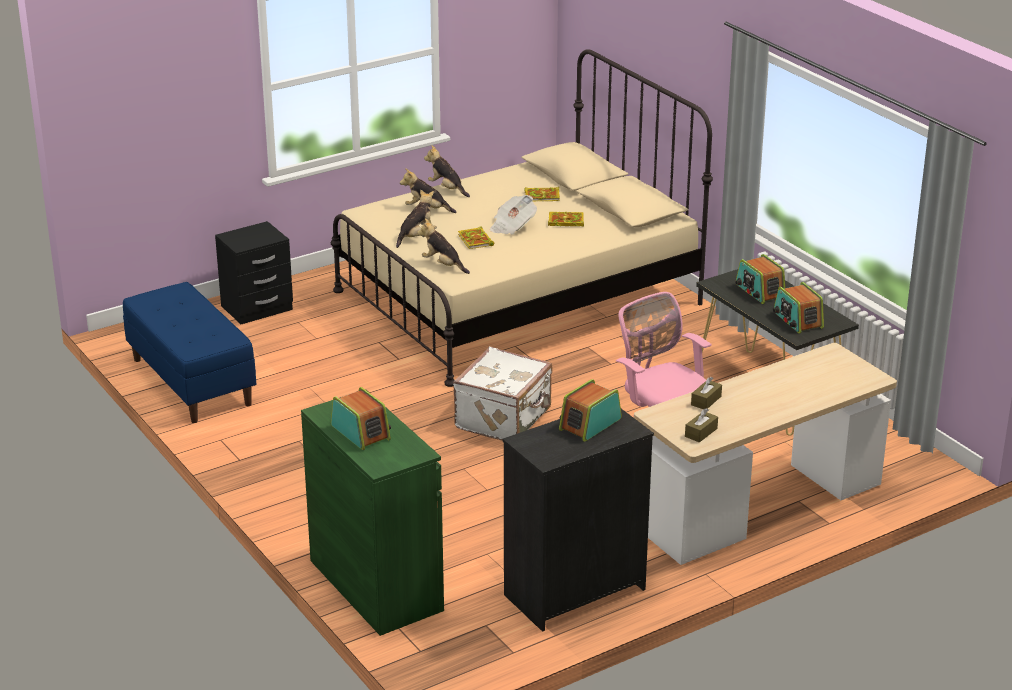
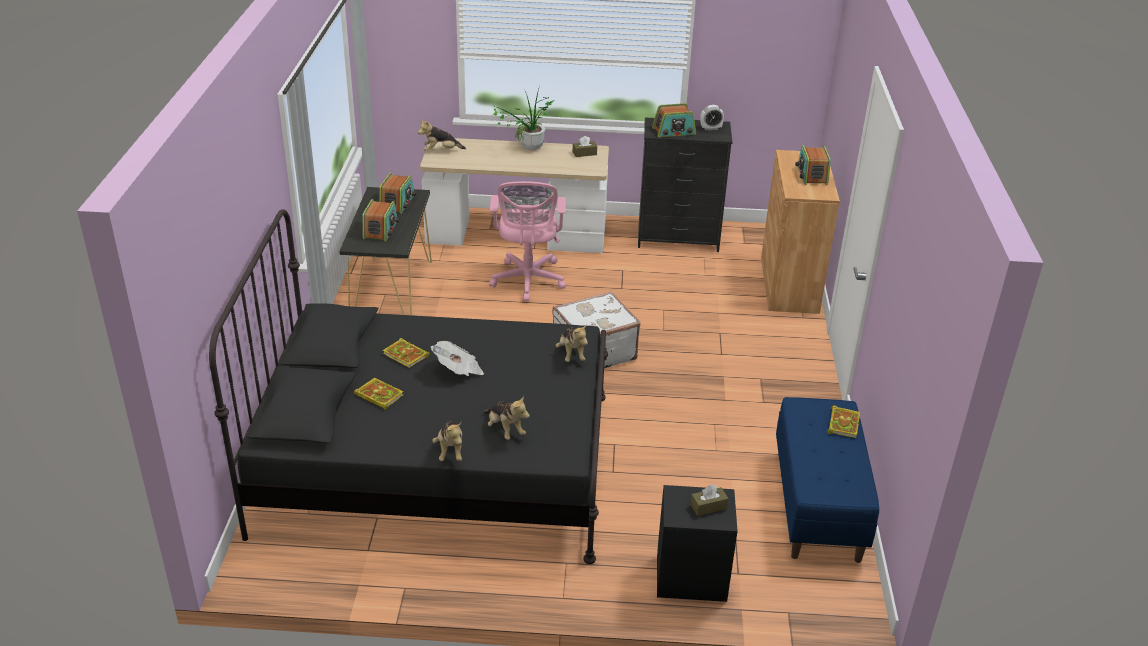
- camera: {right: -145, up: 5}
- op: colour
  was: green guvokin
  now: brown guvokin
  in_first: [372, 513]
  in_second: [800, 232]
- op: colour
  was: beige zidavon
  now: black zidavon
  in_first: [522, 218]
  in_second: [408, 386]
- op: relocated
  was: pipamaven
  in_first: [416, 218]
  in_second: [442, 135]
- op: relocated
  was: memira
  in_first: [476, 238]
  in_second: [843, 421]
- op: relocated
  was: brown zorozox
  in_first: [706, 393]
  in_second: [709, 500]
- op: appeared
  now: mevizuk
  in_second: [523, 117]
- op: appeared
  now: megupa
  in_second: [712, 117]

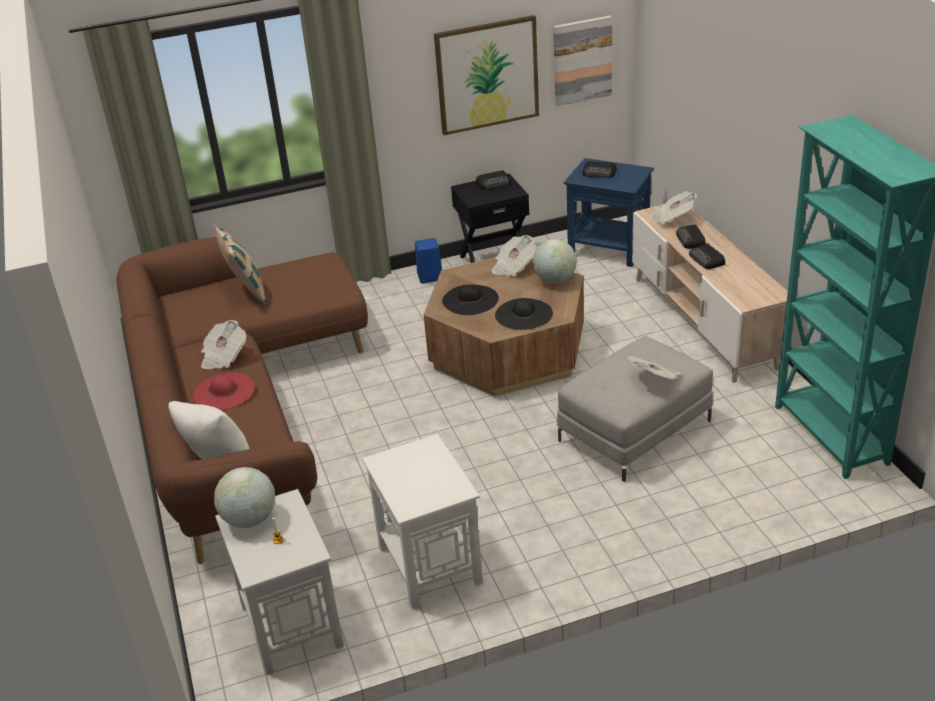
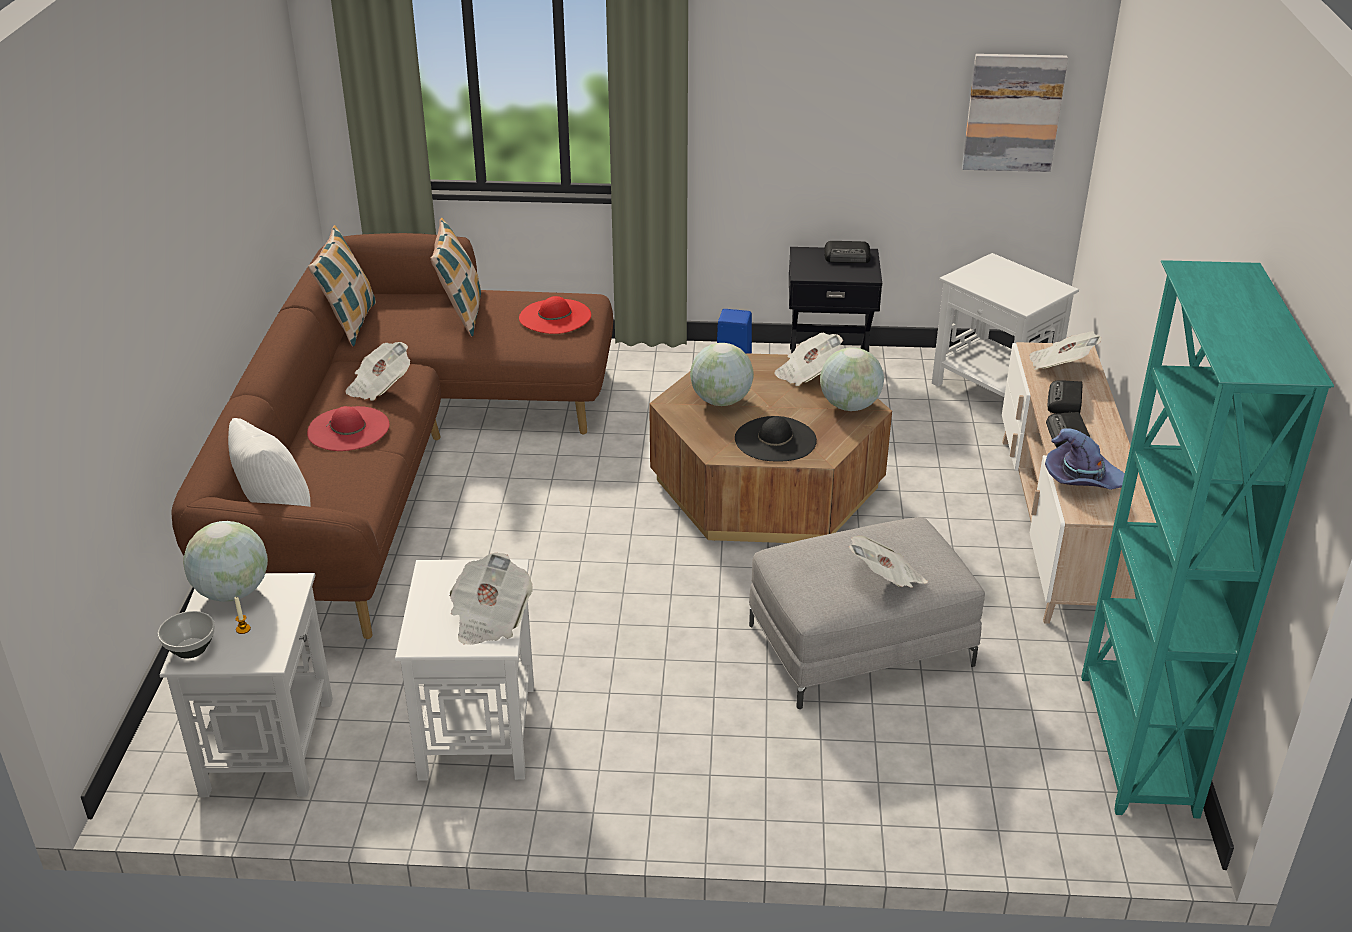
- camera: {right: 20, up: 0}
- op: missing
  was: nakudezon
  in_first: [486, 75]
- op: exchanged
  was: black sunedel
  now: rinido
  in_first: [470, 299]
  in_second: [722, 374]
- op: colour
  was: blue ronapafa
  now: white ronapafa
  in_first: [609, 212]
  in_second: [1005, 336]
- op: missing
  was: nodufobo
  in_first: [600, 169]
- op: appeared
  now: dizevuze
  in_second: [186, 635]
- op: appeared
  now: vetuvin
  in_second: [342, 286]
- op: appeared
  now: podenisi
  in_second: [491, 599]
- op: appeared
  now: red sunedel
  in_second: [555, 315]
- op: appeared
  now: purple sunedel
  in_second: [1085, 459]

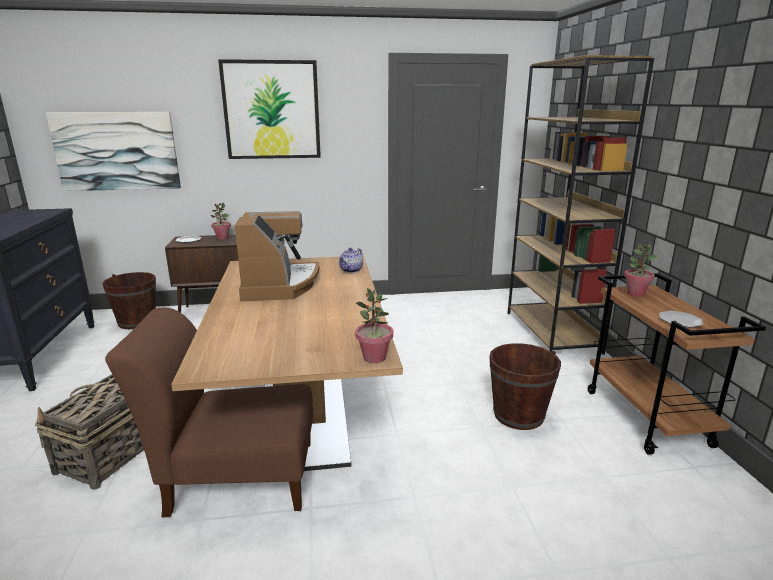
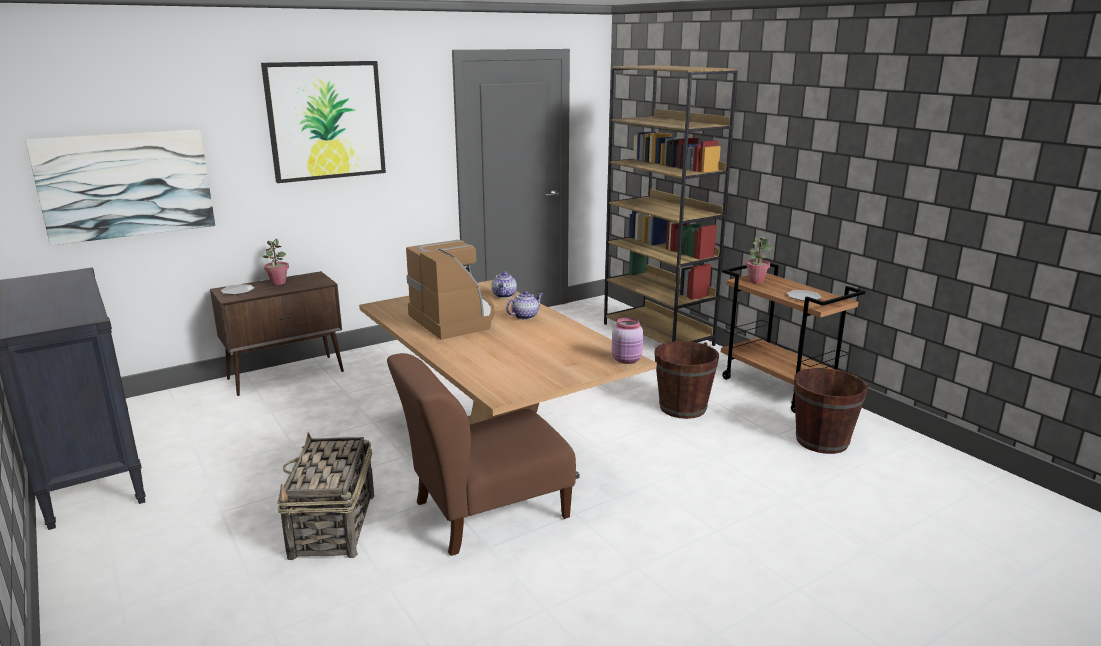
- camera: {right: -25, up: 0}
- op: relocated
  was: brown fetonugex
  in_first: [129, 300]
  in_second: [831, 411]
- op: exchanged
  was: mevizuk
  now: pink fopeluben
  in_first: [374, 325]
  in_second: [627, 341]
- op: appeared
  now: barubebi
  in_second: [524, 305]

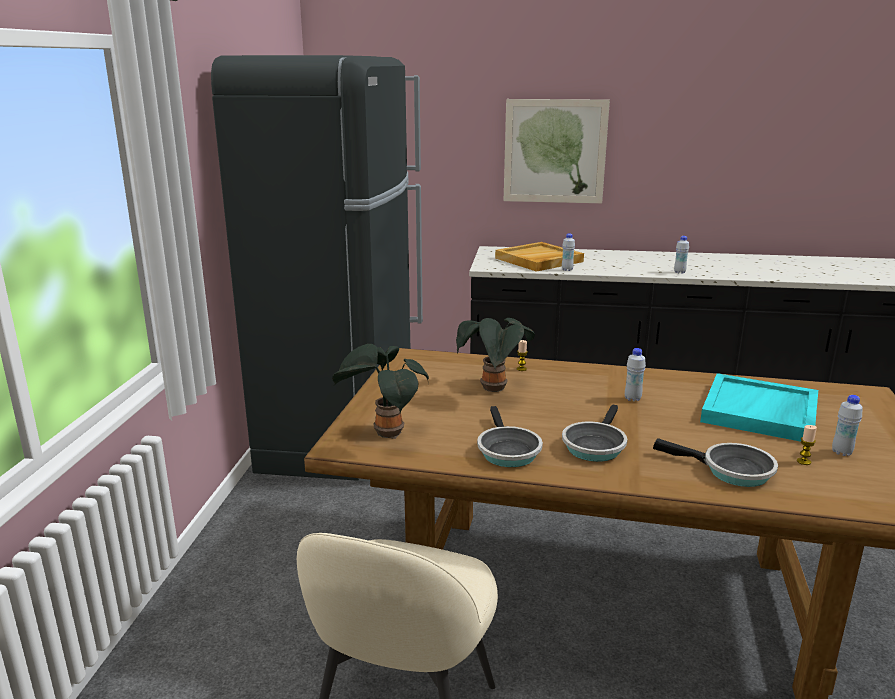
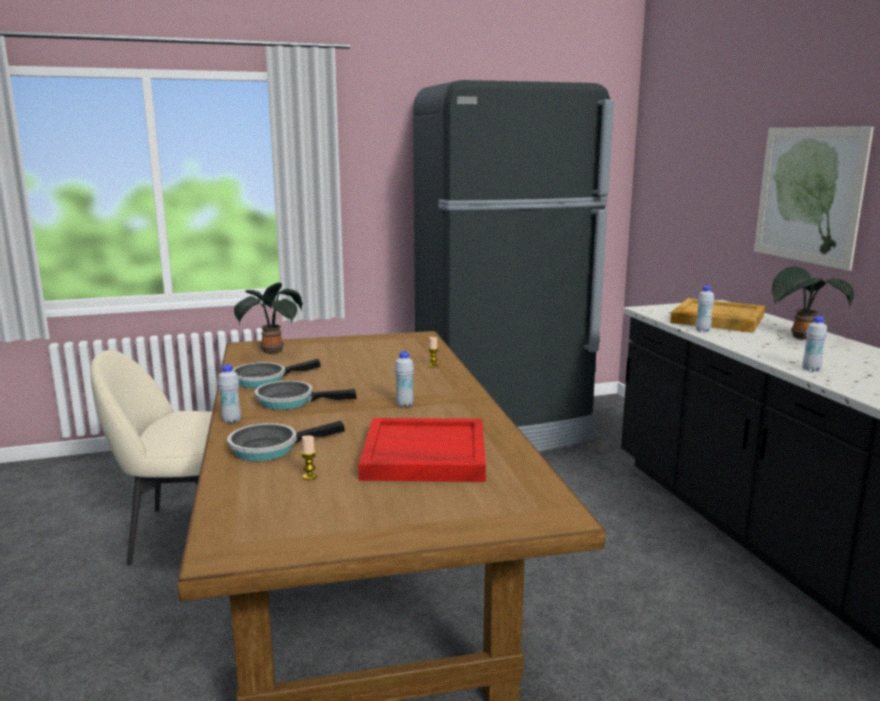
- camera: {right: 65, up: -5}
- op: relocated
  was: mevizuk
  in_first: [495, 355]
  in_second: [812, 303]
- op: spun
  was: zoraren
  in_first: [715, 462]
  in_second: [286, 440]
  clockwise: 60
- op: colour
  was: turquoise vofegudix
  now: red vofegudix
  in_first: [759, 407]
  in_second: [422, 450]
- op: relocated
  was: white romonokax
  in_first: [847, 425]
  in_second: [229, 394]

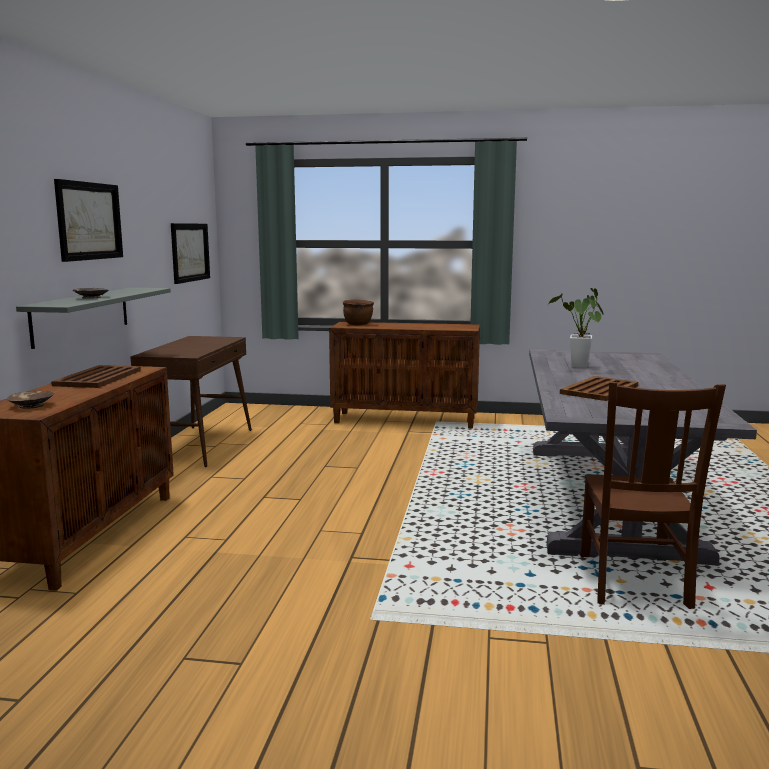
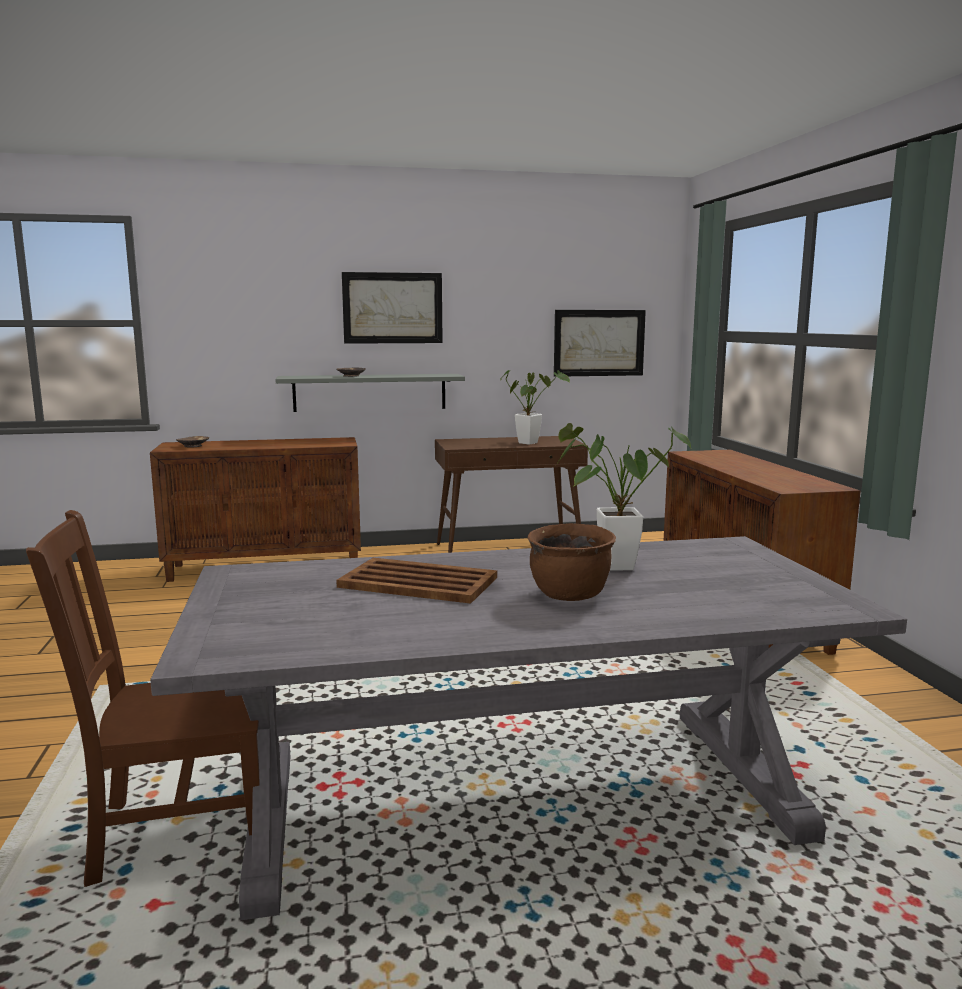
- camera: {right: 70, up: 0}
- op: missing
  was: brown vofegudix
  in_first: [96, 376]
- op: relocated
  was: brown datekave
  in_first: [358, 312]
  in_second: [572, 562]
- op: appeared
  now: mevizuk
  in_second: [535, 407]

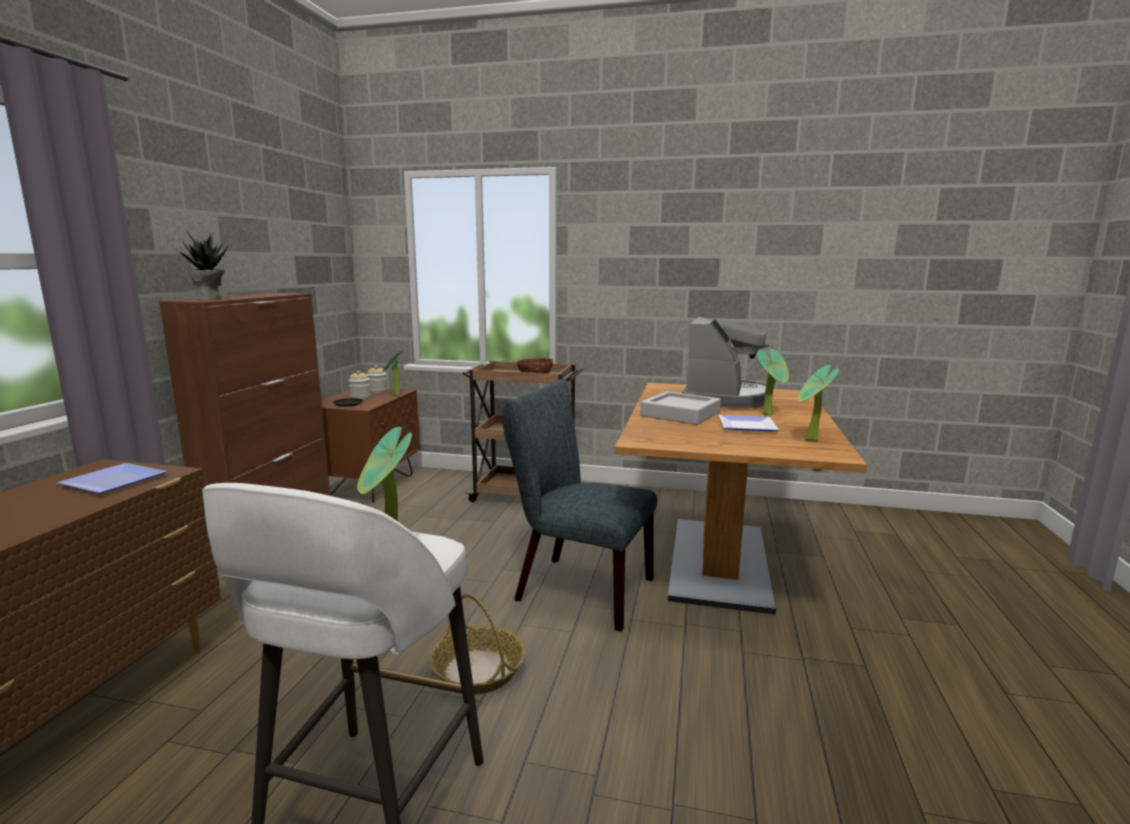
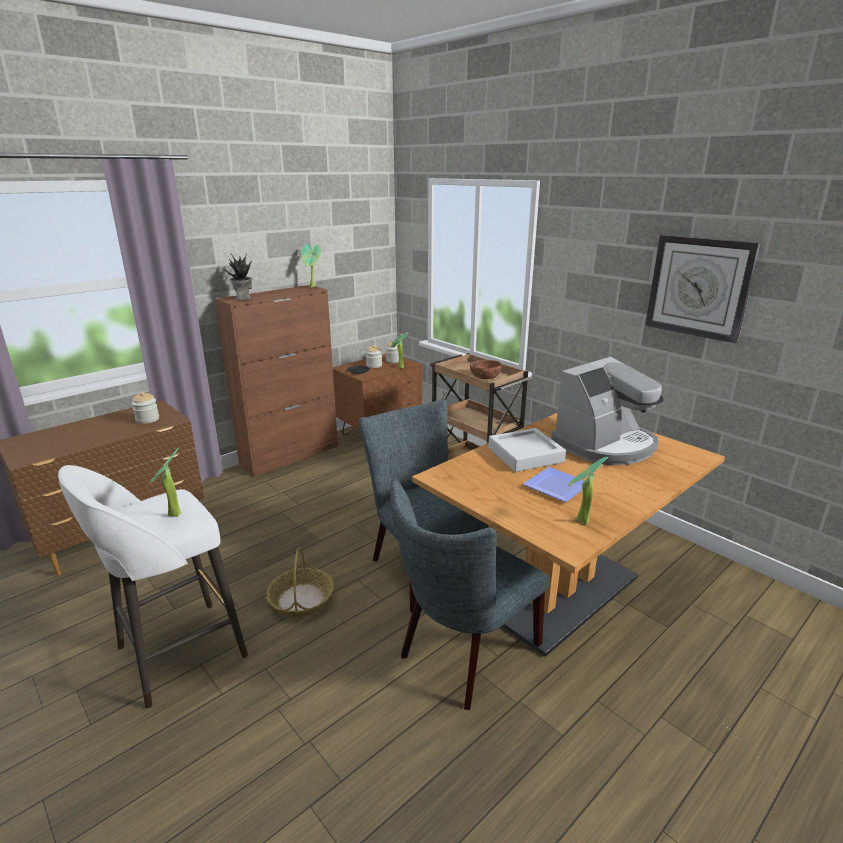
- camera: {right: 35, up: 10}
- op: exchanged
  was: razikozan
  now: fopeluben
  in_first: [112, 478]
  in_second: [145, 408]
- op: relocated
  was: mevizuk
  in_first: [773, 382]
  in_second: [311, 266]
- op: appeared
  now: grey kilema
  in_second: [469, 594]
- op: appeared
  now: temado
  in_second: [703, 289]

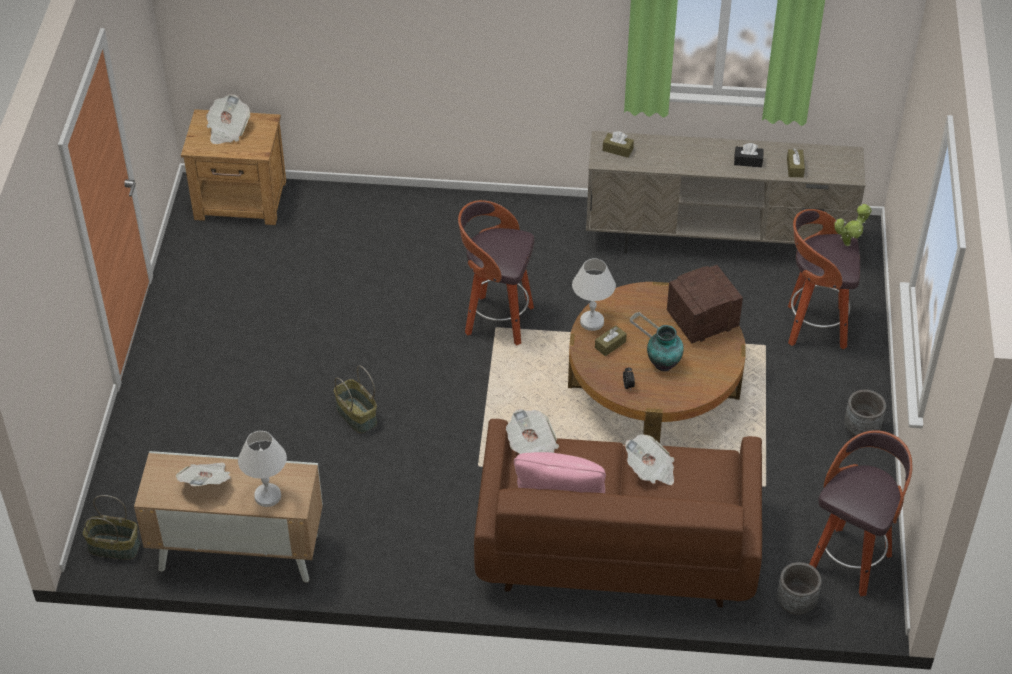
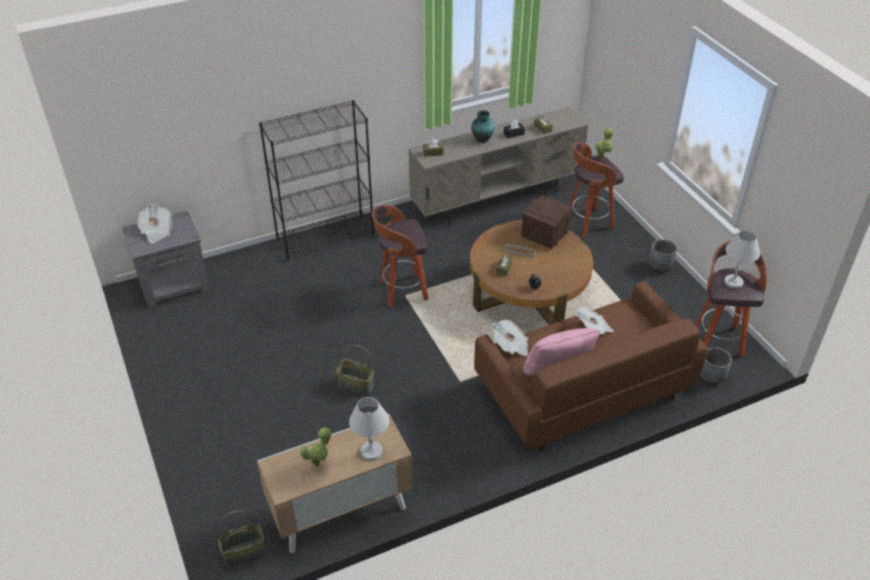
- camera: {right: -30, up: -5}
- op: exchanged
  was: podenisi
  now: mevizuk
  in_first: [203, 474]
  in_second: [316, 447]
- op: colour
  was: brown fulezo
  now: grey fulezo
  in_first: [233, 167]
  in_second: [166, 259]
- op: relocated
  was: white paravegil
  in_first: [594, 294]
  in_second: [742, 259]
- op: relocated
  was: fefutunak
  in_first: [665, 348]
  in_second: [483, 126]
- op: appeared
  now: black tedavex
  in_second: [316, 180]

